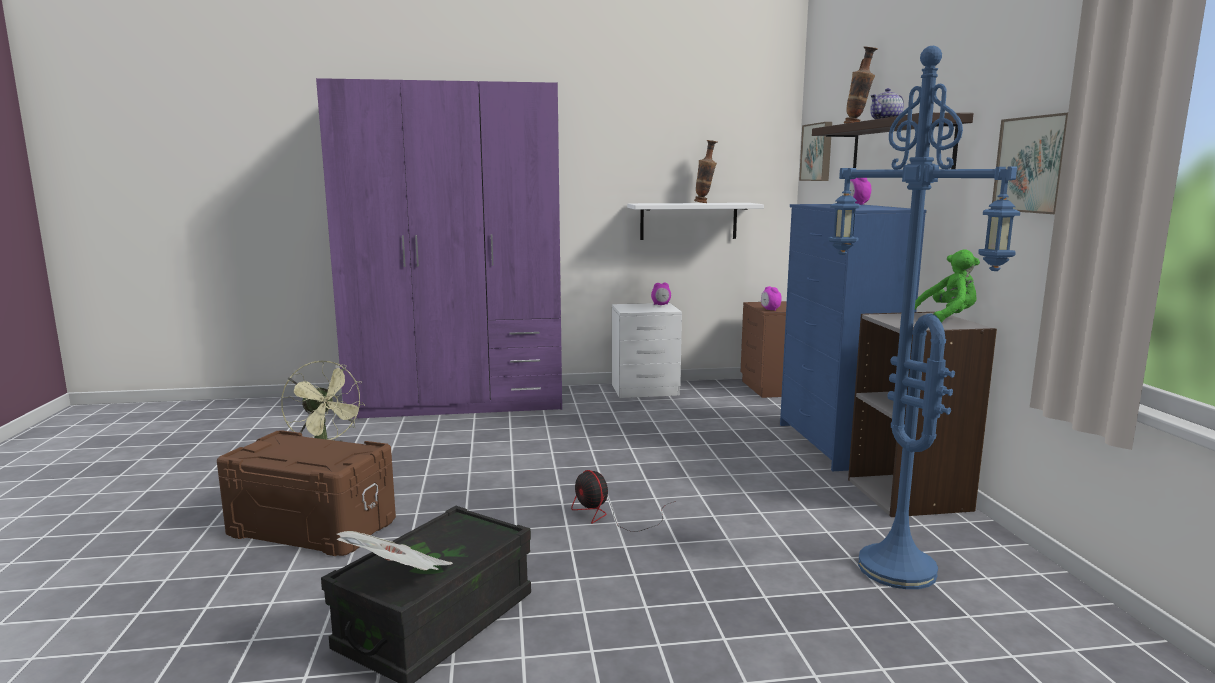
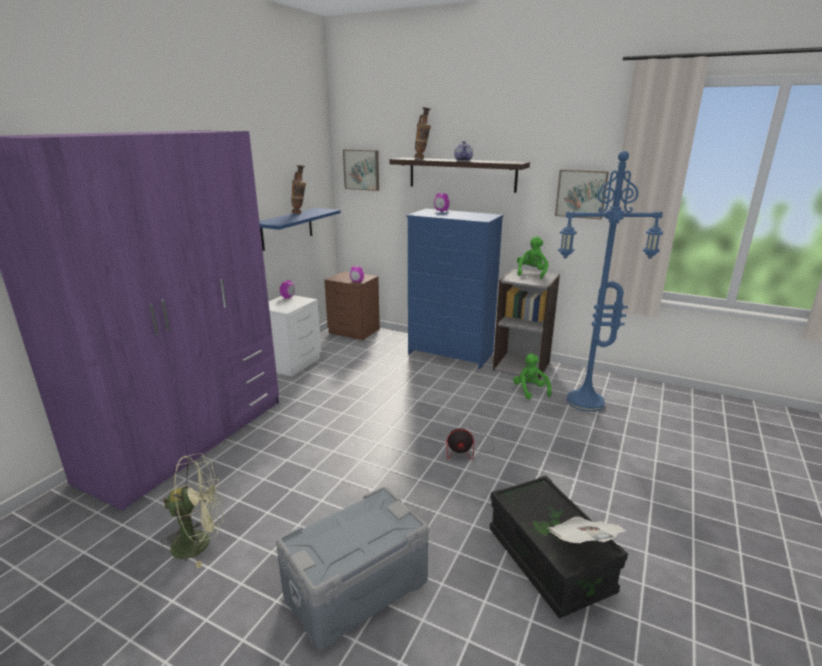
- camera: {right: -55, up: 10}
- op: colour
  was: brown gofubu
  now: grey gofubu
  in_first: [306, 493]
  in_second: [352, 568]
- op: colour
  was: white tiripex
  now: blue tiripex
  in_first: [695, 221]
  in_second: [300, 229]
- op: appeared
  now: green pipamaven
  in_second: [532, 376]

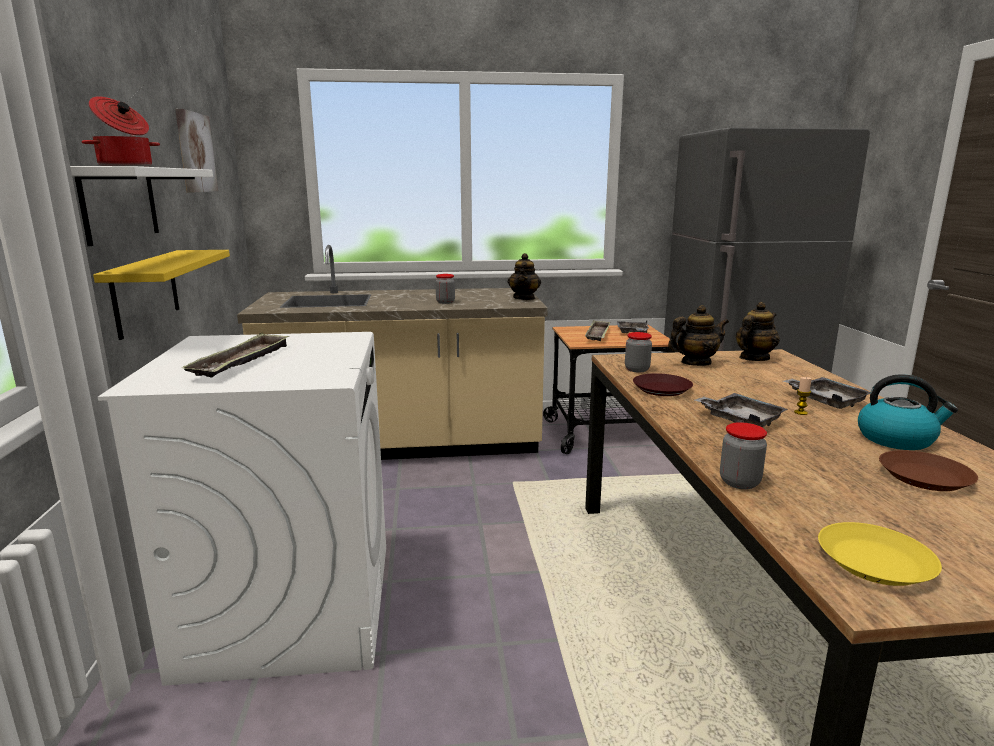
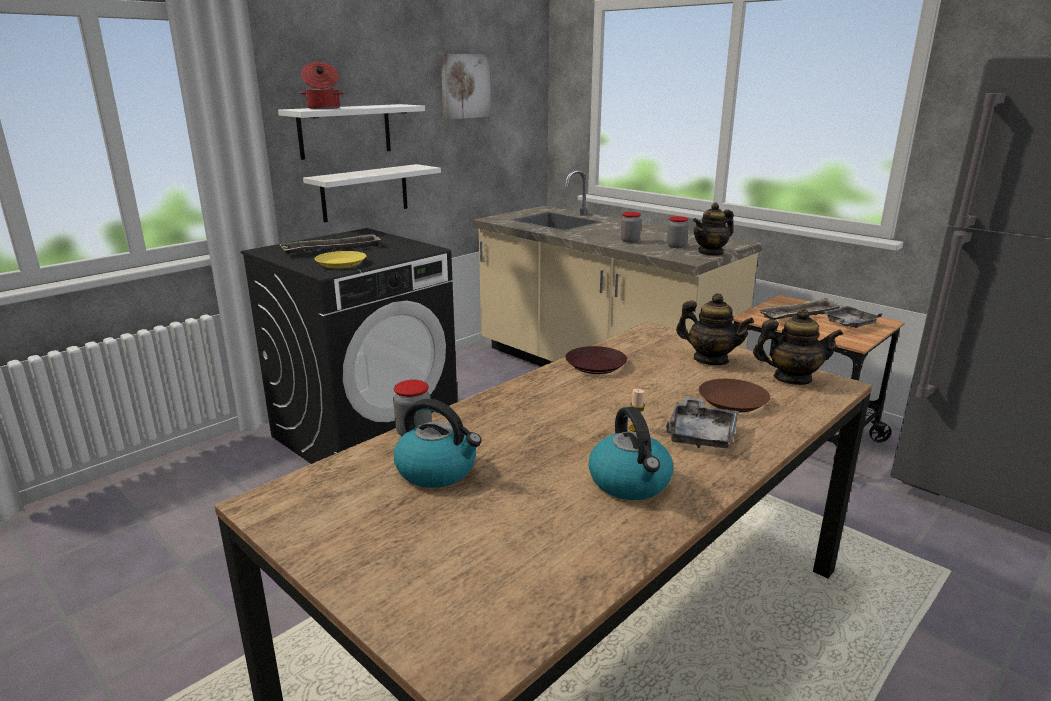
- camera: {right: 50, up: 5}
- op: colour
  was: yellow tiripex
  now: white tiripex
  in_first: [161, 295]
  in_second: [372, 193]
- op: colour
  was: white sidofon
  now: black sidofon
  in_first: [242, 509]
  in_second: [349, 346]
- op: relocated
  was: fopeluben
  in_first: [638, 352]
  in_second: [677, 232]
- op: missing
  was: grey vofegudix
  in_first: [741, 410]
- op: relocated
  was: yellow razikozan
  in_first: [880, 554]
  in_second: [340, 259]
- op: relocated
  was: brown razikozan
  in_first: [928, 470]
  in_second: [734, 395]
- op: appeared
  now: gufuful
  in_second: [438, 443]

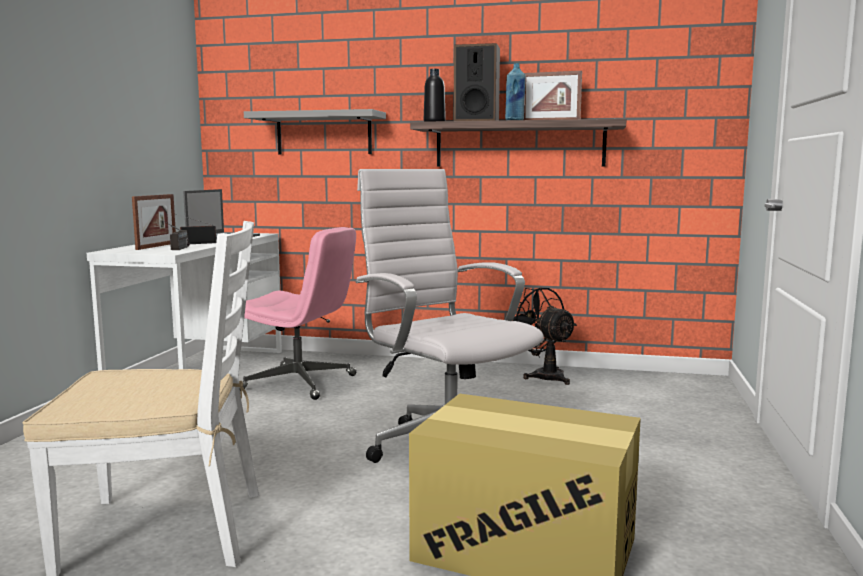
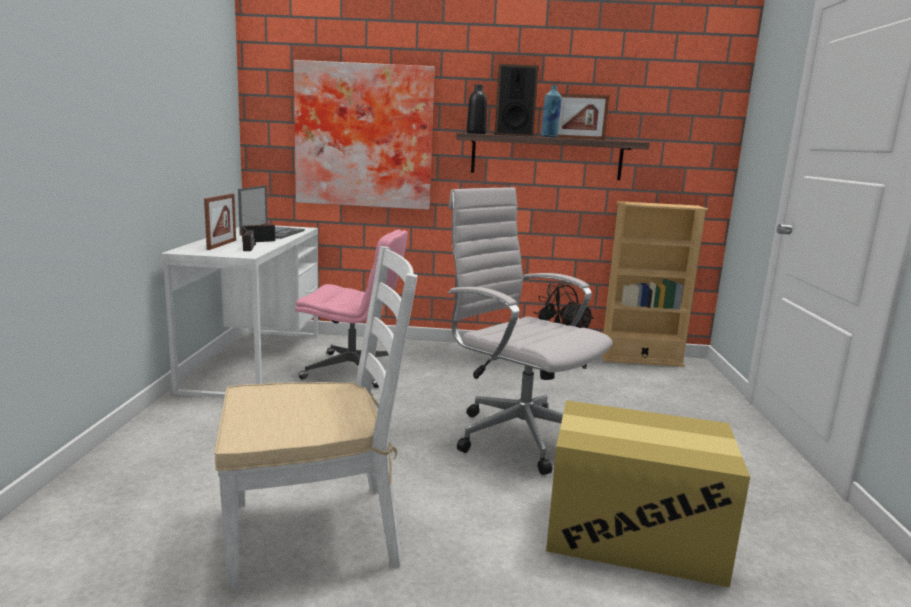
- camera: {right: -10, up: 5}
- op: exchanged
  was: grey tiripex
  now: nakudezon
  in_first: [315, 132]
  in_second: [364, 135]
- op: appeared
  now: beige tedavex
  in_second: [655, 284]

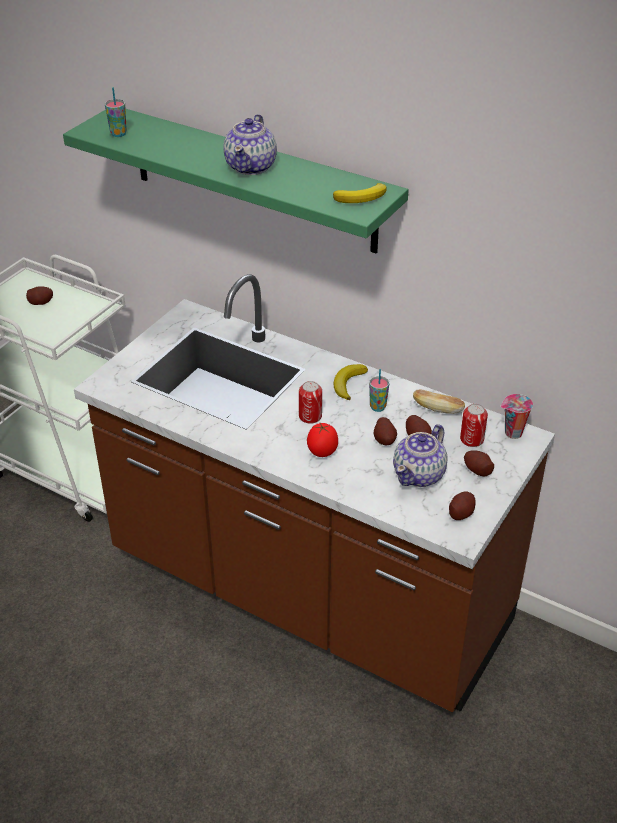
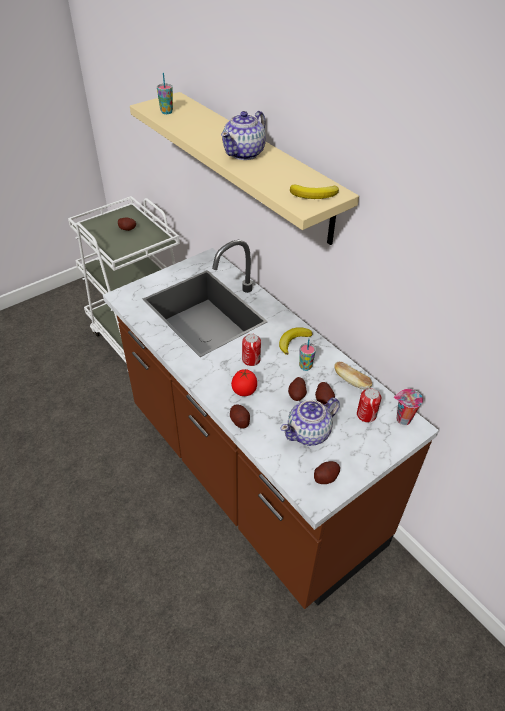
- camera: {right: 20, up: 5}
- op: colour
  was: green tiripex
  now: beige tiripex
  in_first: [236, 181]
  in_second: [244, 168]
- op: relocated
  was: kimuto
  in_first: [479, 463]
  in_second: [240, 416]

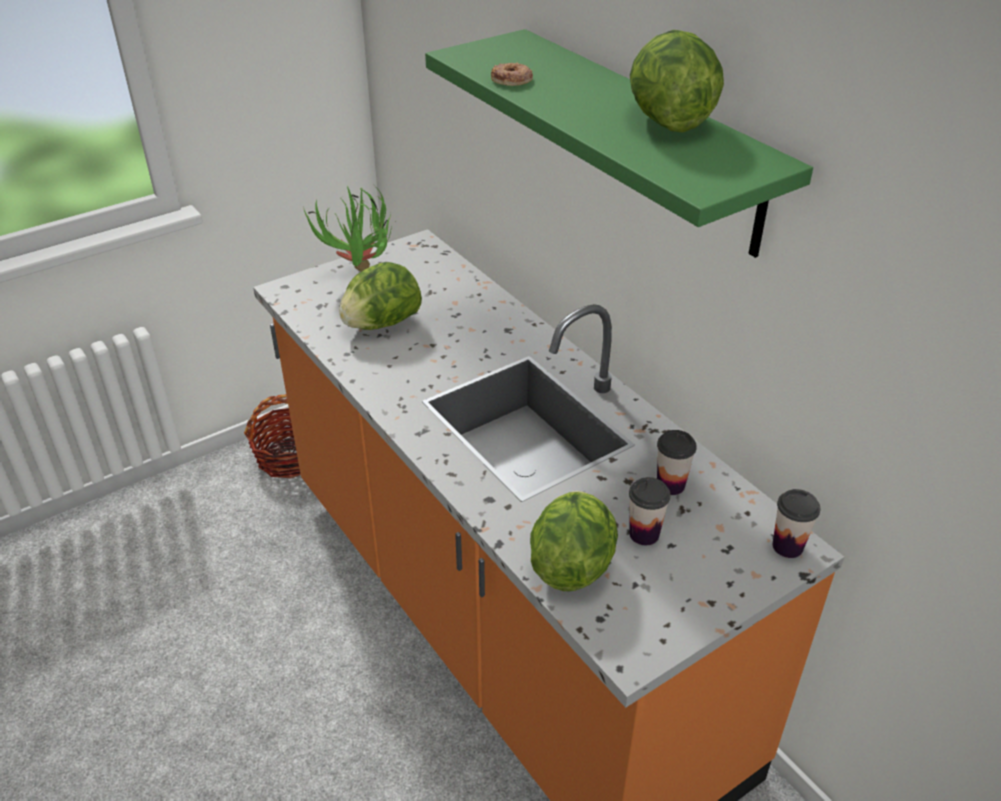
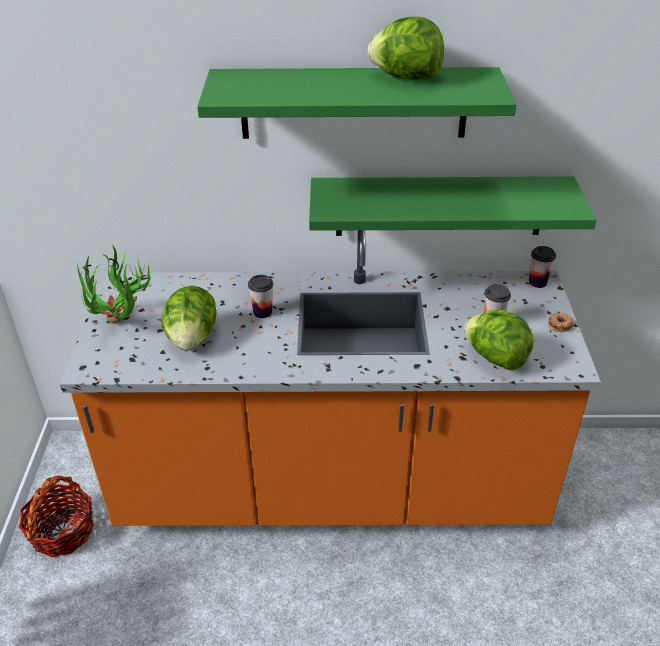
- camera: {right: -55, up: 0}
- op: relocated
  was: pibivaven
  in_first: [512, 74]
  in_second: [561, 322]
- op: relocated
  was: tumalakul
  in_first: [677, 462]
  in_second: [260, 296]
- op: appeared
  now: green tiripex
  in_second: [453, 206]

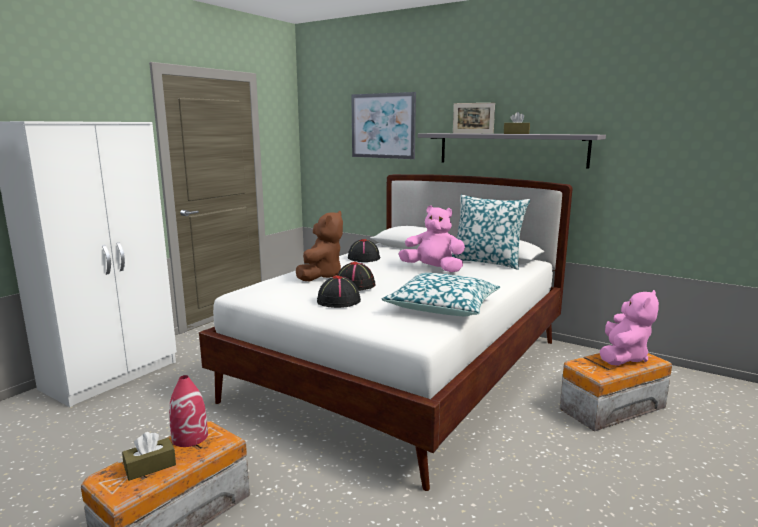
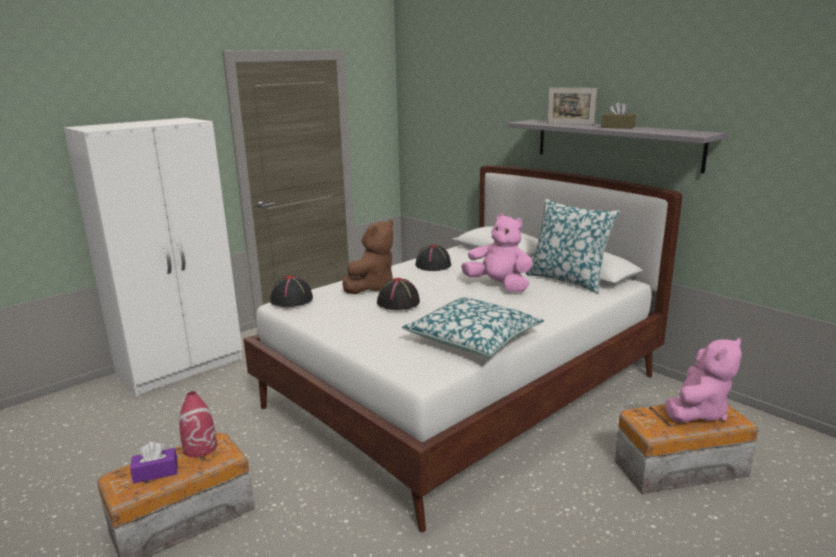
- camera: {right: 15, up: 5}
- op: colour
  was: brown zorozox
  now: purple zorozox
  in_first: [149, 456]
  in_second: [154, 462]
- op: relocated
  was: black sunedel
  in_first: [339, 291]
  in_second: [291, 291]
- op: missing
  was: nakudezon
  in_first: [383, 125]

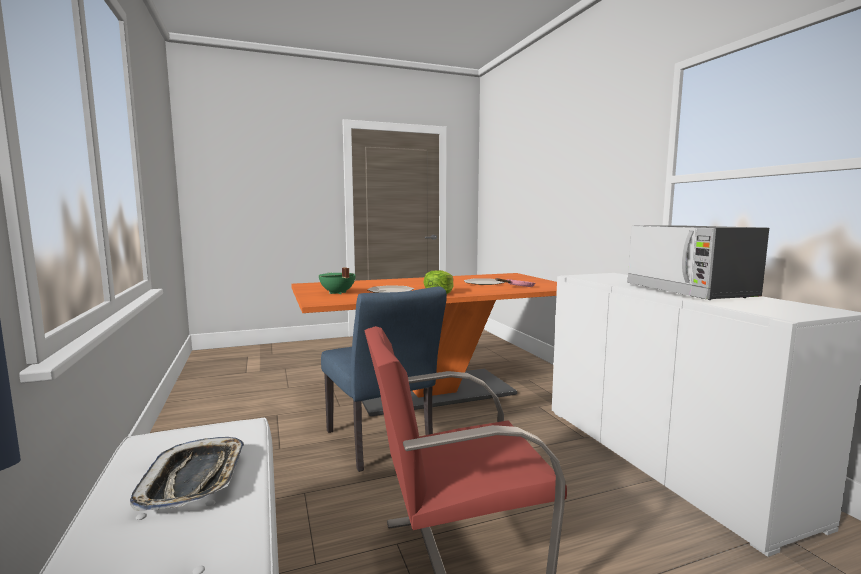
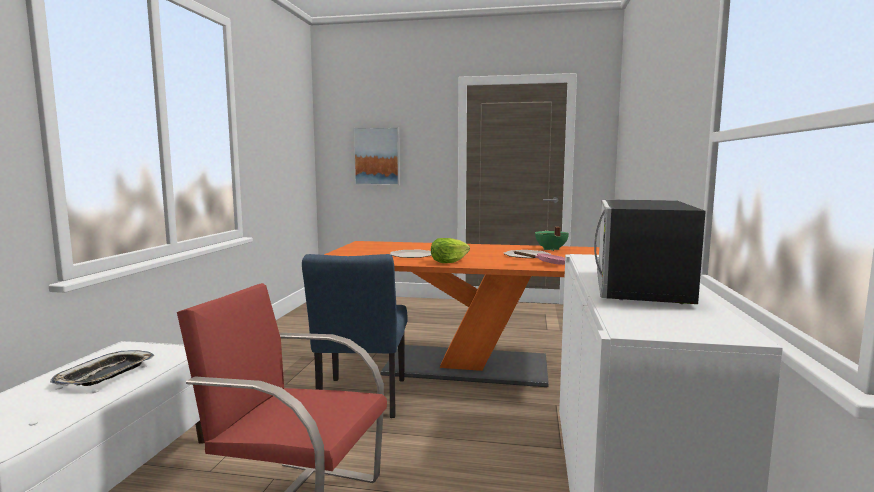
- camera: {right: 30, up: 0}
- op: relocated
  was: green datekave
  in_first: [337, 280]
  in_second: [552, 239]
- op: appeared
  now: nakudezon
  in_second: [376, 156]

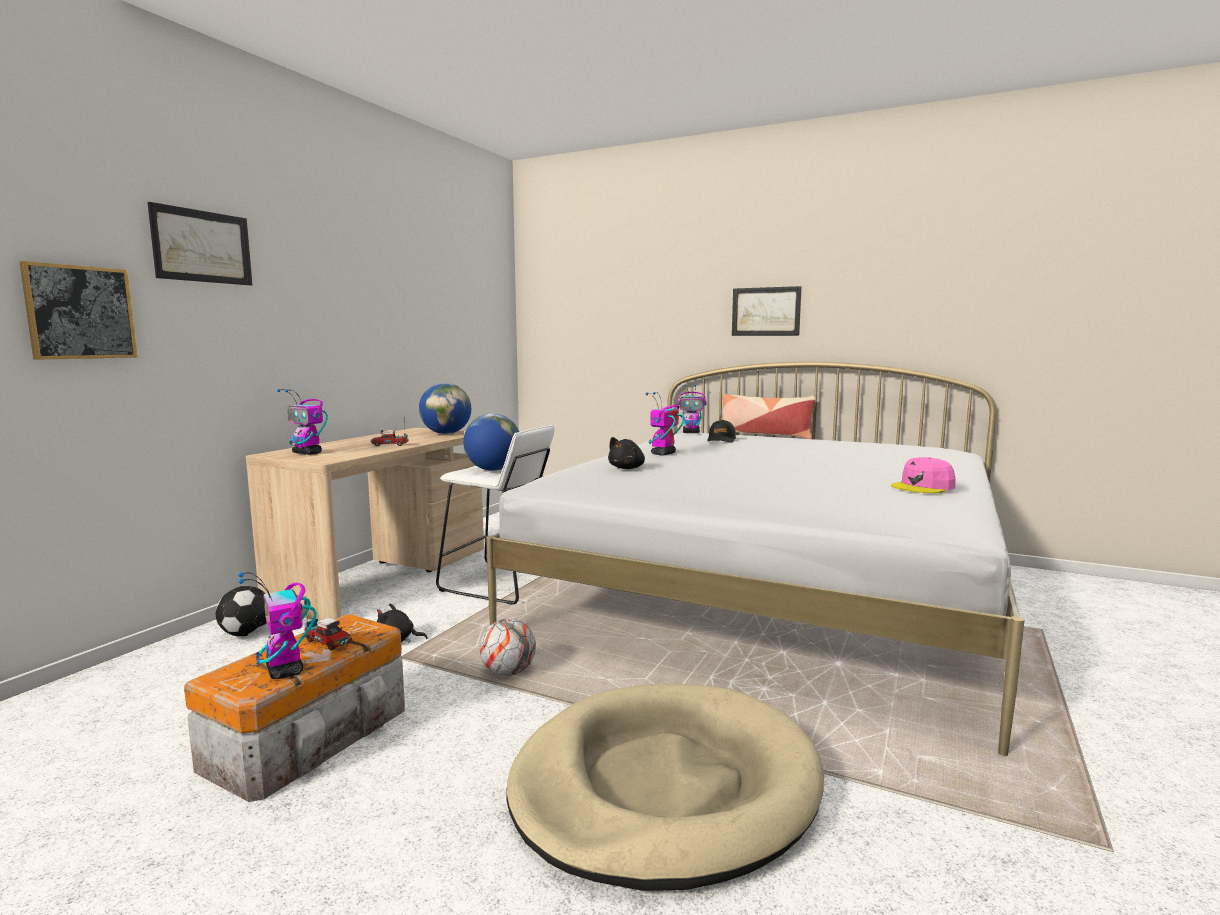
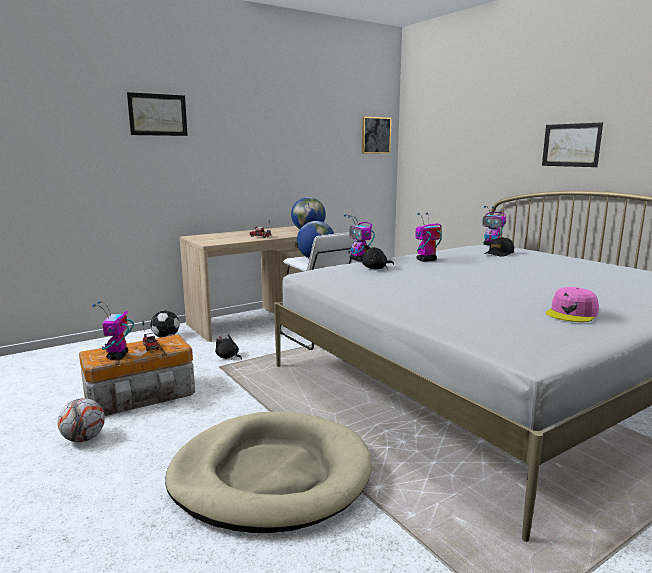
- camera: {right: 30, up: 5}
- op: relocated
  was: nakudezon
  in_first: [78, 310]
  in_second: [376, 135]
- op: relocated
  was: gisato
  in_first: [302, 422]
  in_second: [359, 238]
- op: relocated
  was: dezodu
  in_first: [508, 647]
  in_second: [81, 420]
- op: missing
  was: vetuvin
  in_first: [768, 416]
- op: spun
  was: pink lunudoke
  in_first: [923, 475]
  in_second: [572, 304]
  clockwise: -45

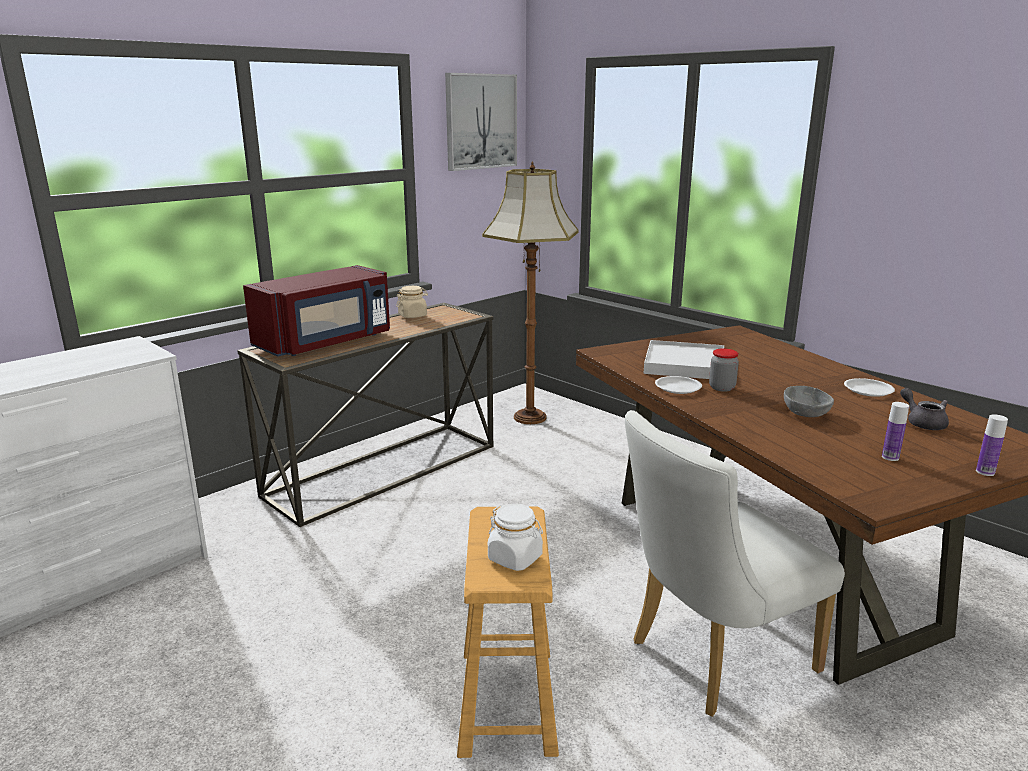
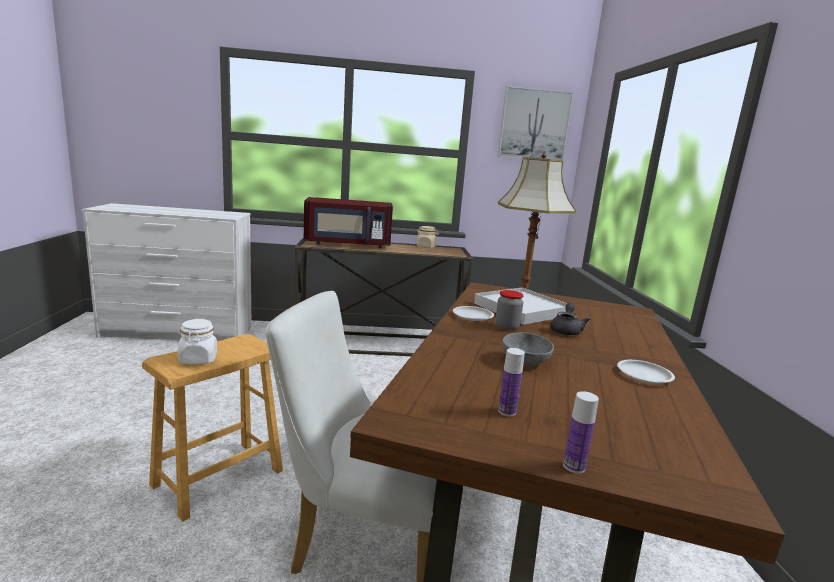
- camera: {right: 40, up: -5}
- op: relocated
  was: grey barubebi
  in_first: [924, 409]
  in_second: [570, 318]

